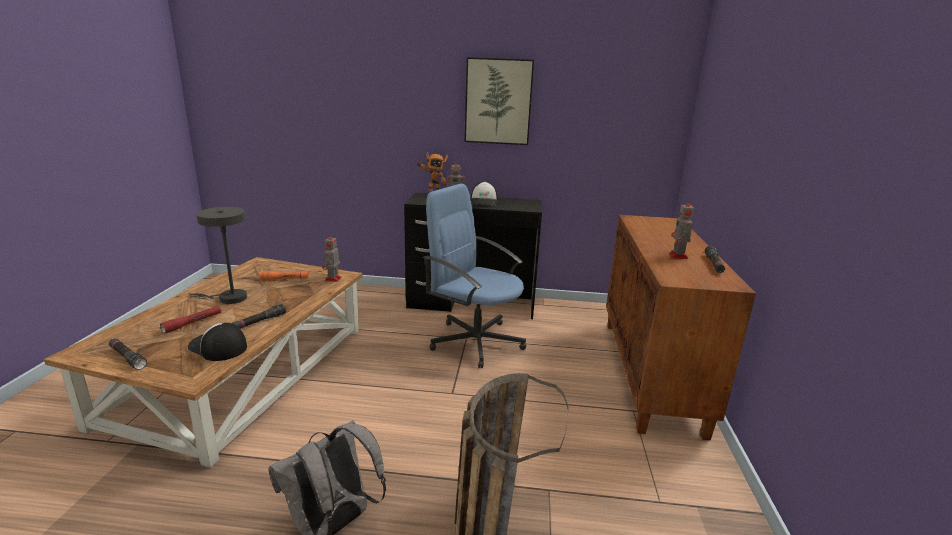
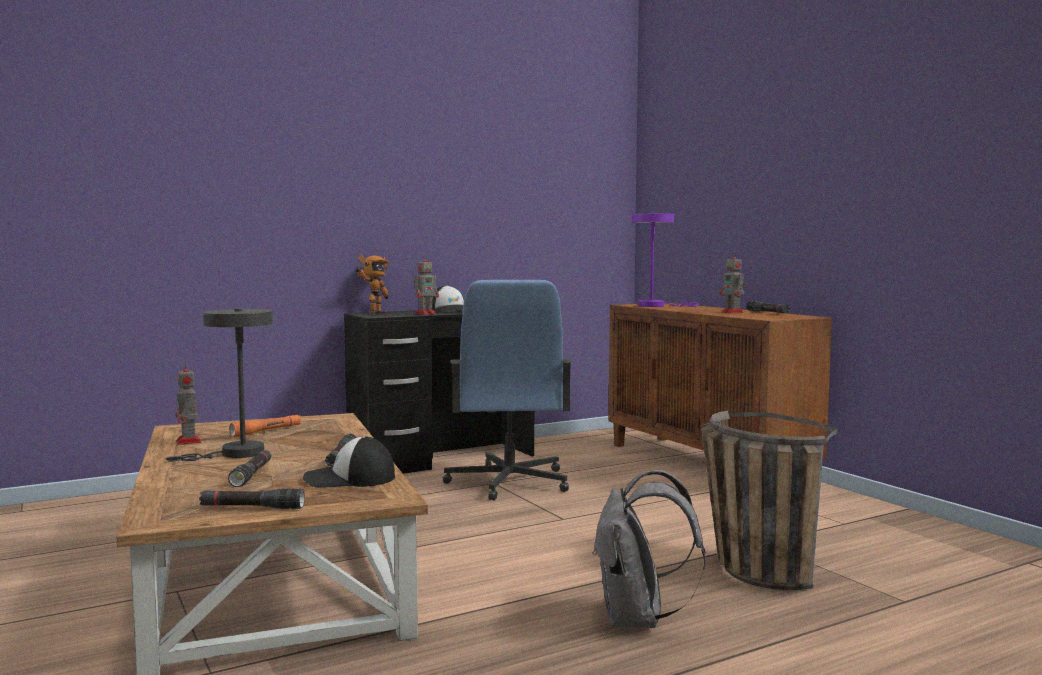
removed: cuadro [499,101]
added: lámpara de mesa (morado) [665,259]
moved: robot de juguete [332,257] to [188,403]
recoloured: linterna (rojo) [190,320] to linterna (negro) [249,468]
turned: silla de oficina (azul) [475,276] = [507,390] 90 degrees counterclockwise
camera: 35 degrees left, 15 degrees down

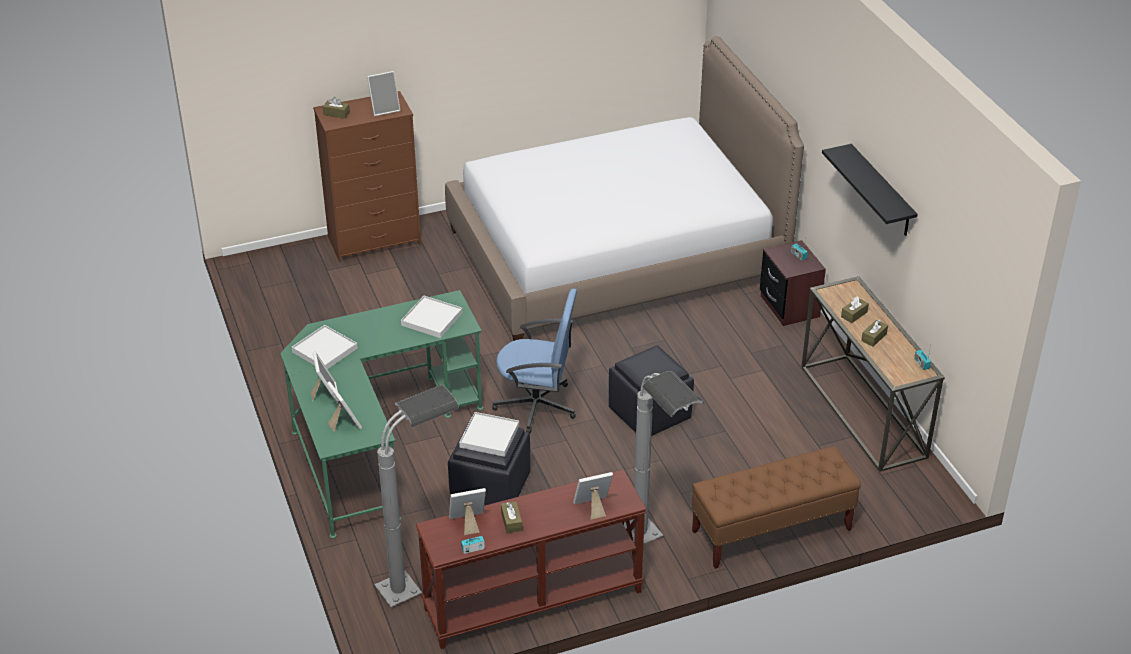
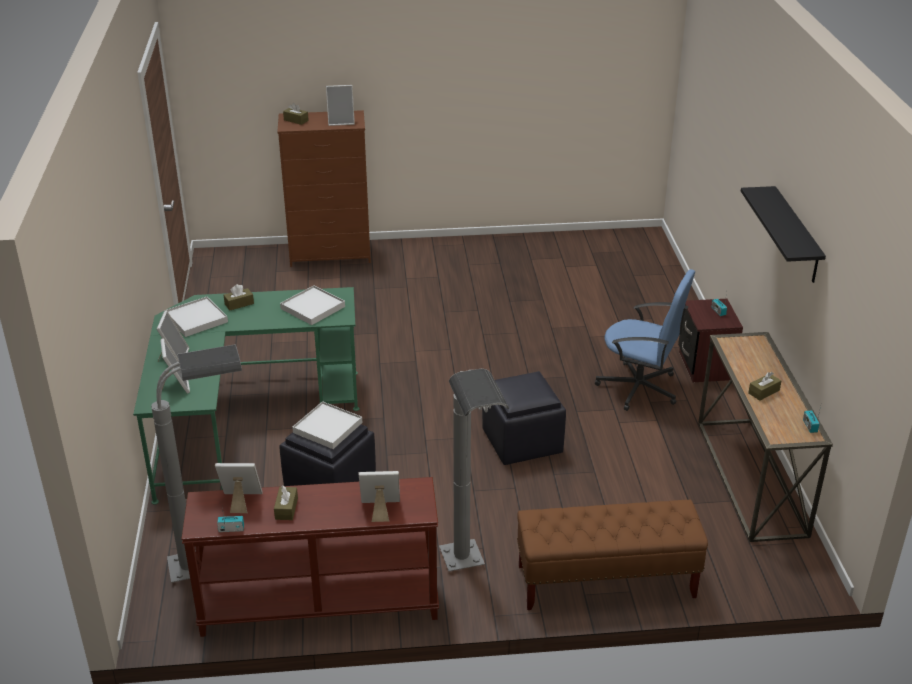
removed: cama [624,188]
moved: silla de oficina (azul) [534,360] to [645,340]; caja de pañuelos (marrón) [855,309] to [239,297]
camera: 15 degrees right, 5 degrees down

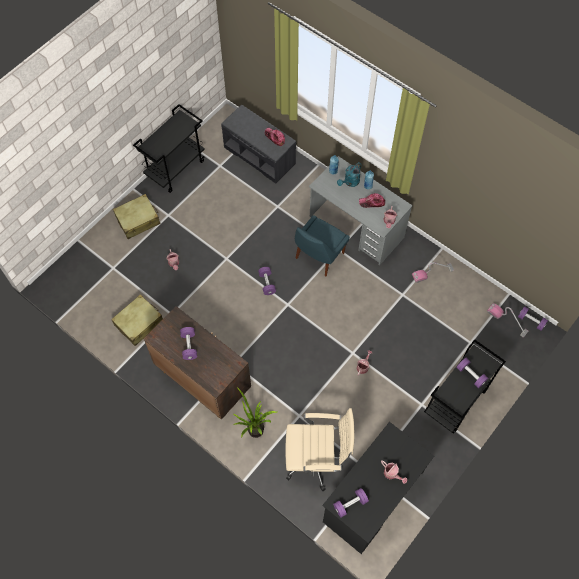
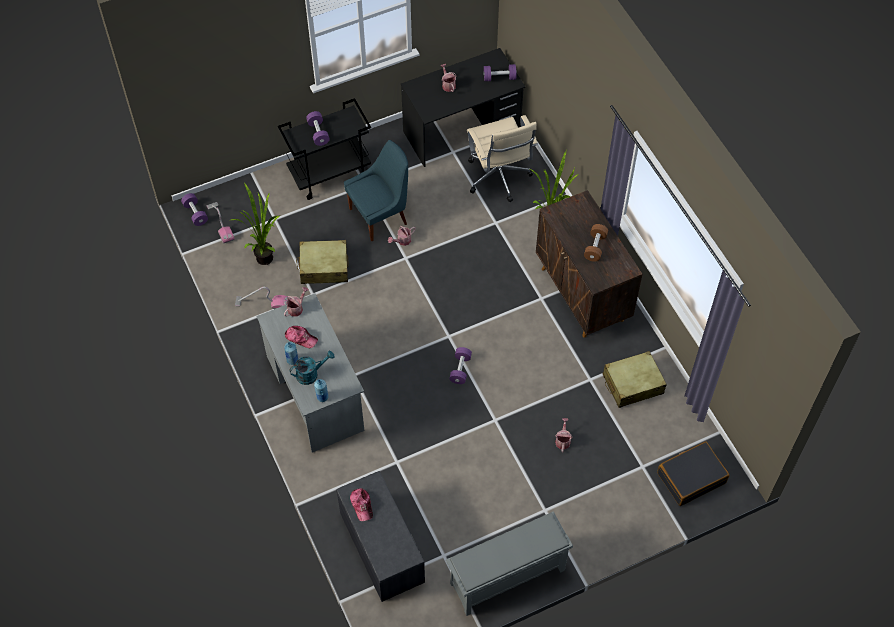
added: planta en maceta [254,224]; maleta (negro) [693,473]
moved: maleta (beis) [137,216] to [322,262]; silla (azul) [322,246] to [376,190]
replaced: carrito (negro) [169,148] to zapatero (gris) [509,563]
recoloured: mancuerna (morado) [188,343] to mancuerna (marrón) [596,243]
turned: silla de oficina (beis) [319,449] = [502,158] 135 degrees counterclockwise
camera: 155 degrees left, 5 degrees down

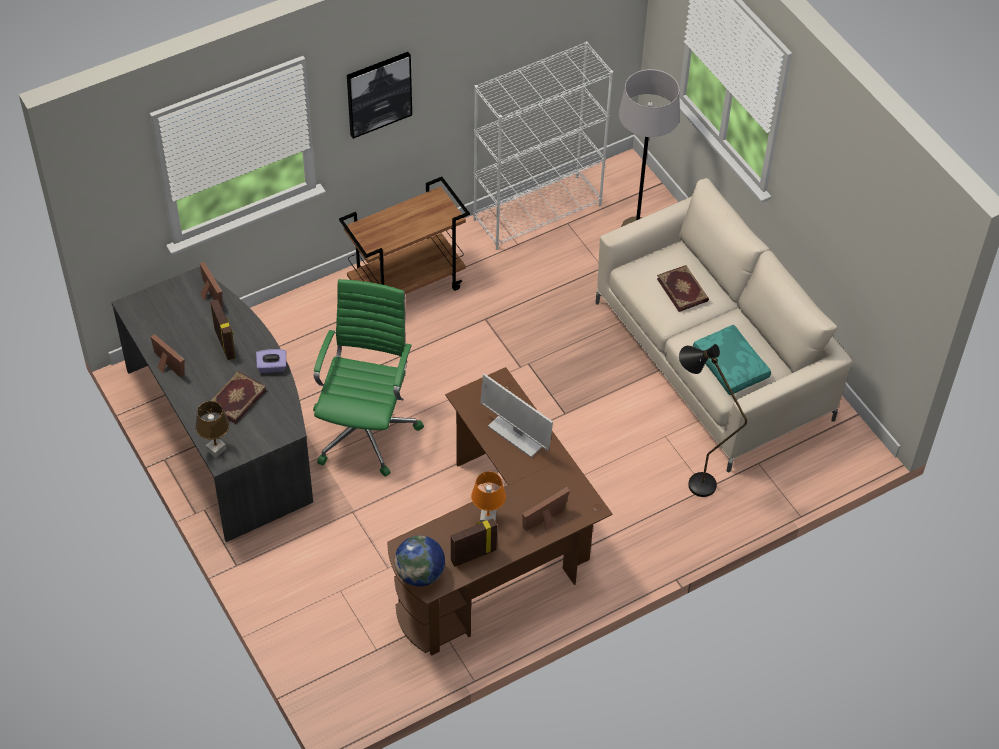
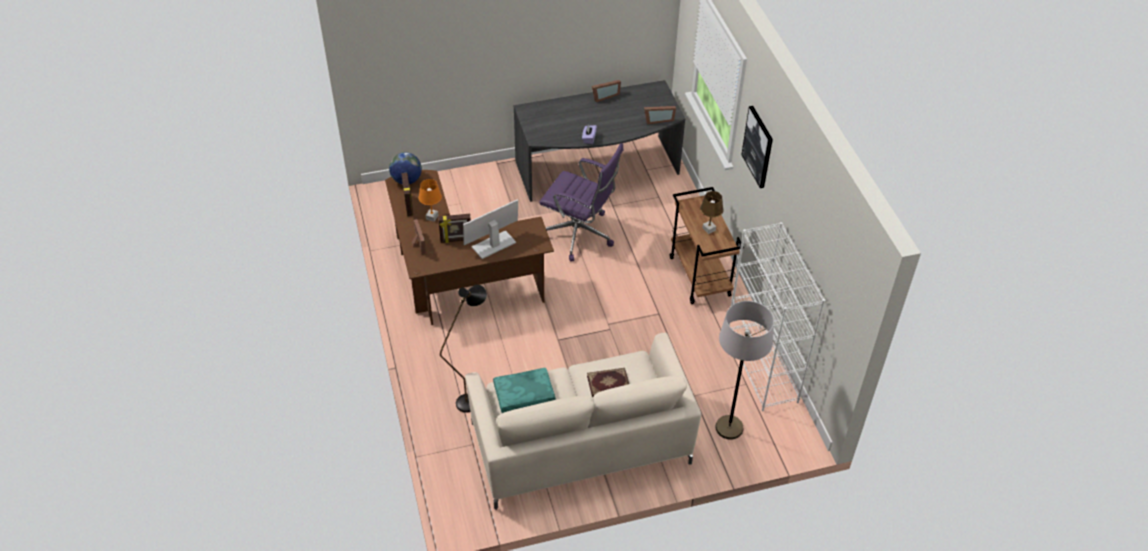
removed: libro [238,397]
moved: lámpara de mesa (marrón) [212,429] to [712,212]; portarretratos [223,330] to [454,228]
recoloured: silla de oficina (verde) [368,378] to silla de oficina (morado) [581,202]
camera: 105 degrees right, 5 degrees down

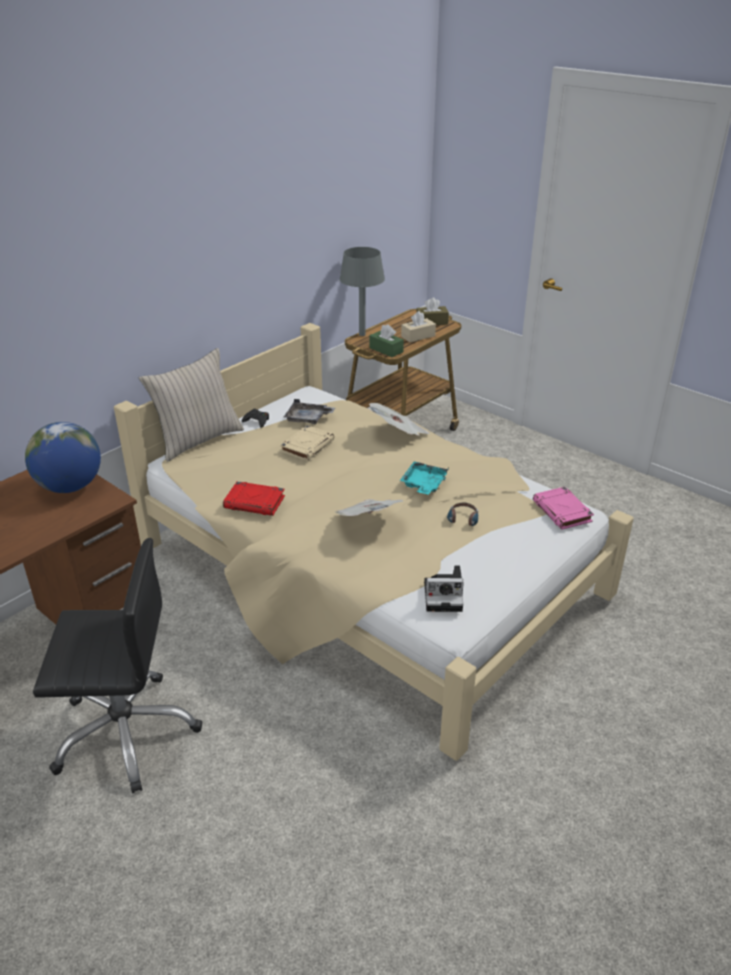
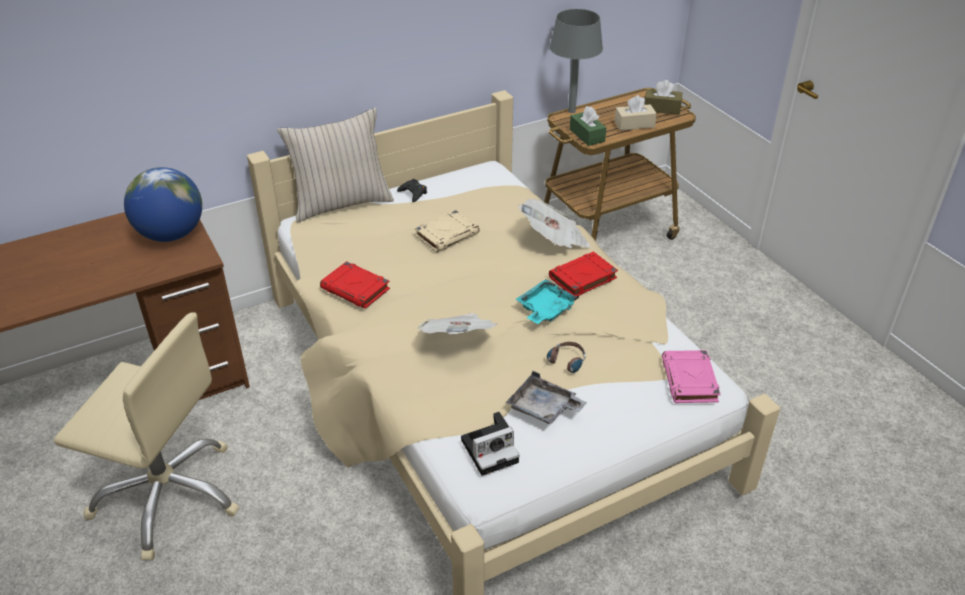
added: libro (rojo) [583,274]
moved: bandeja (gris) [309,411] to [546,397]
recoloured: silla de oficina (negro) [117,665] to silla de oficina (beis) [146,436]
turned: cámara [444,588] = [490,444] 45 degrees counterclockwise
camera: 20 degrees right, 5 degrees up

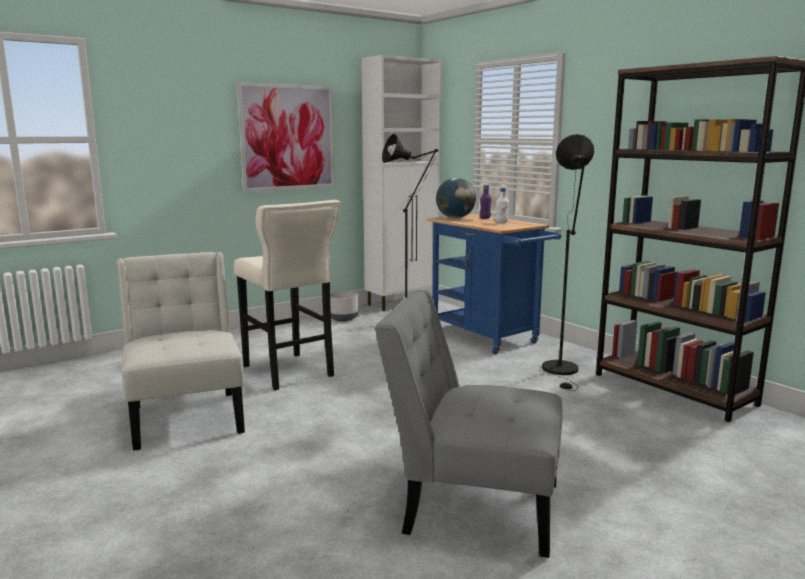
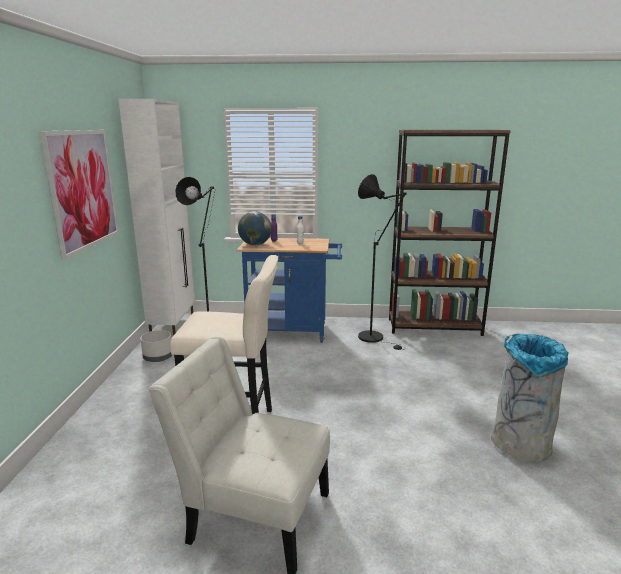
replaced: silla (gris) [468,424] to papelera (gris) [529,397]
camera: 50 degrees left, 5 degrees up

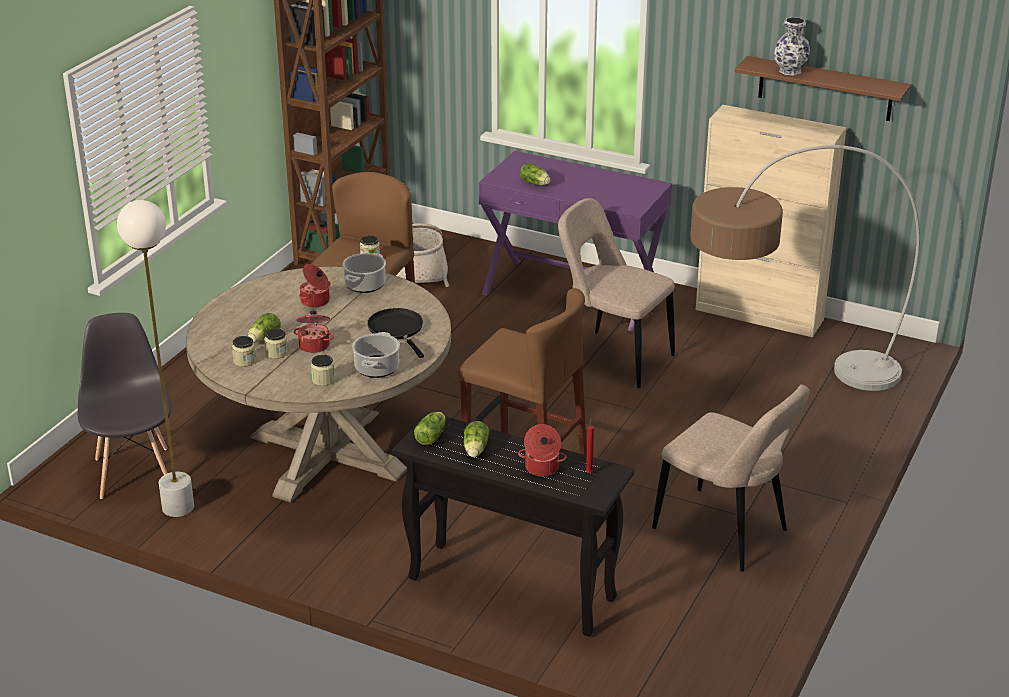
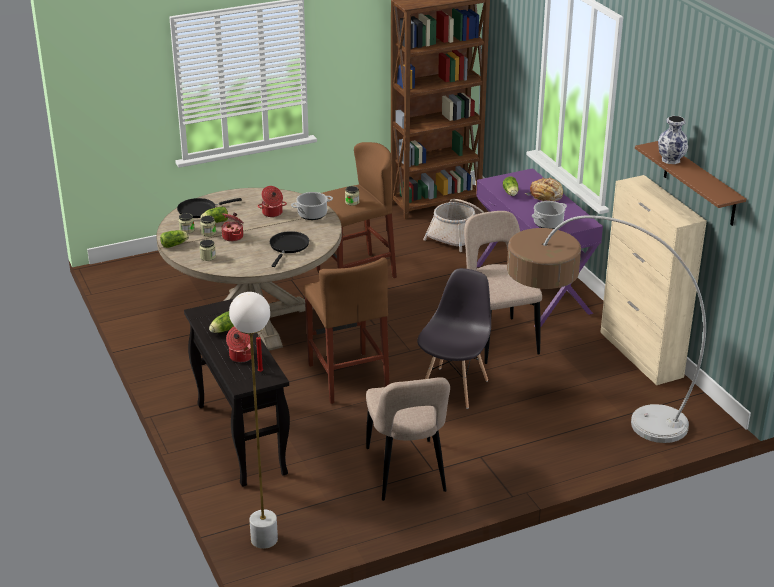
added: sartén (negro) [209,208]; pan [544,189]
moved: silla (gris) [124,406] to [454,338]; lámpara de pie (blanco) [155,358] to [253,420]; olla [376,355] to [549,215]; lechuga [430,428] to [174,239]
camera: 40 degrees right, 0 degrees up

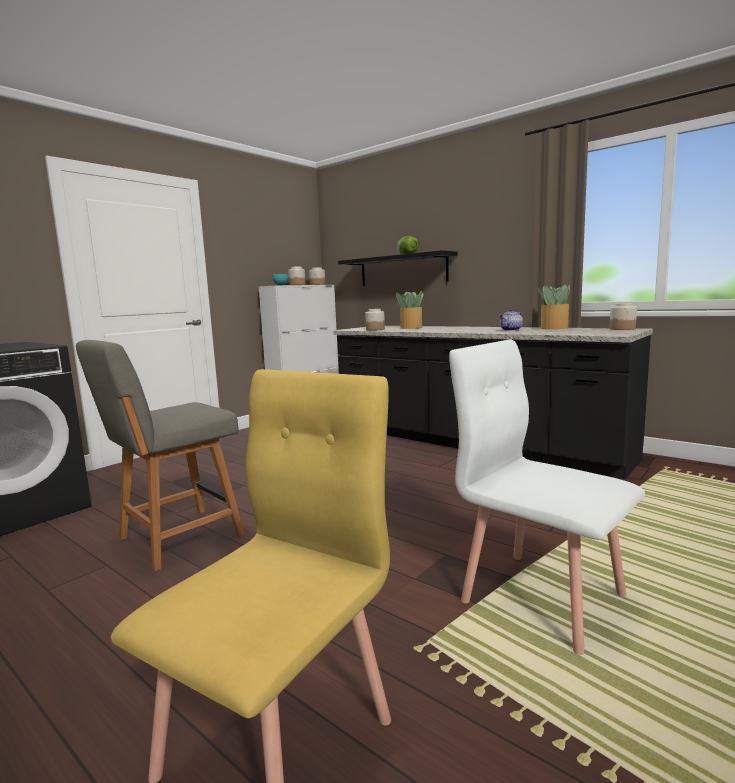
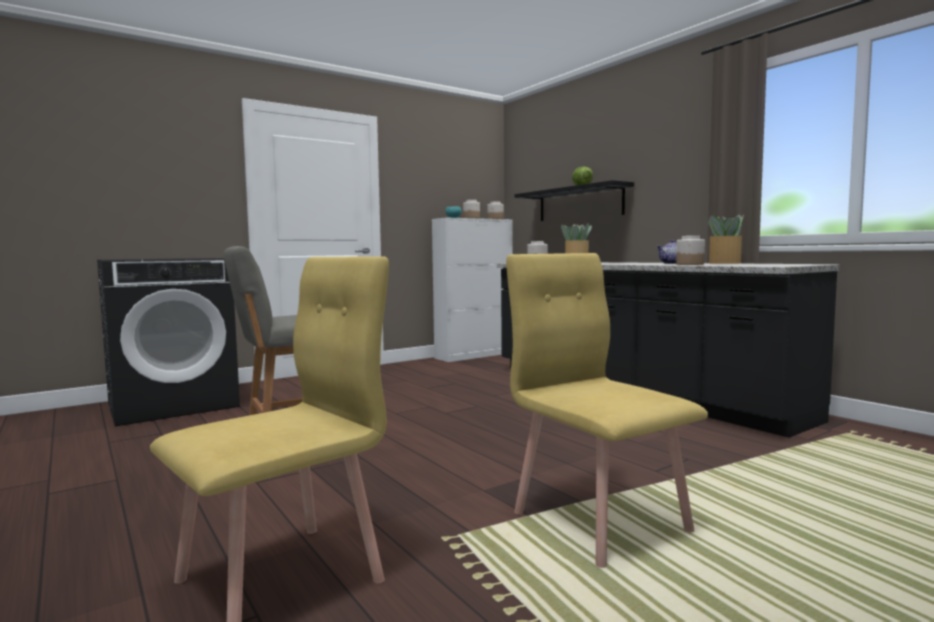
moved: tarro [623,316] to [690,250]
recoloured: silla (blanco) [547,497] to silla (amarillo) [607,410]
camera: 15 degrees right, 5 degrees down

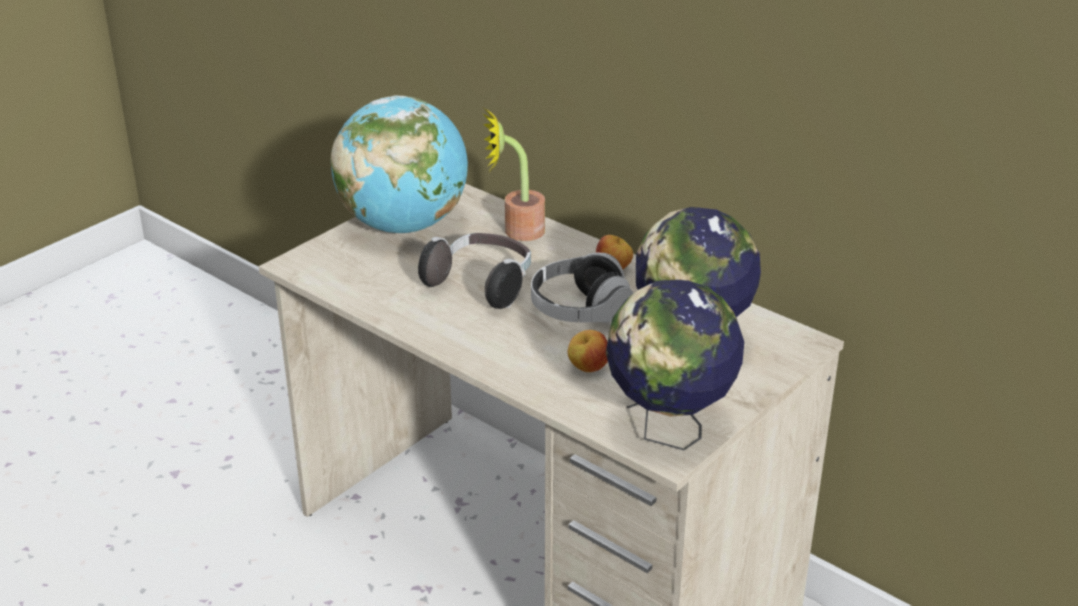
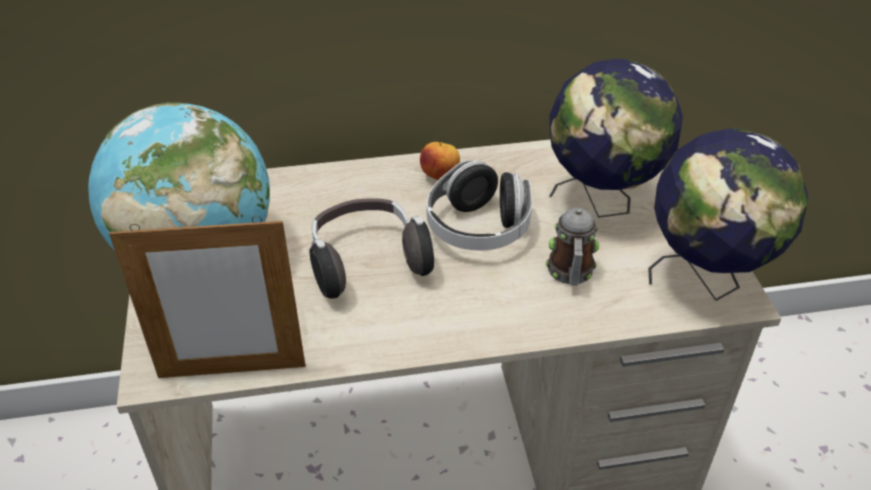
removed: planta en maceta [514,174]
added: portarretratos [207,297]
replaced: manzana [588,351] to taza grande [572,247]
camera: 50 degrees left, 10 degrees up

